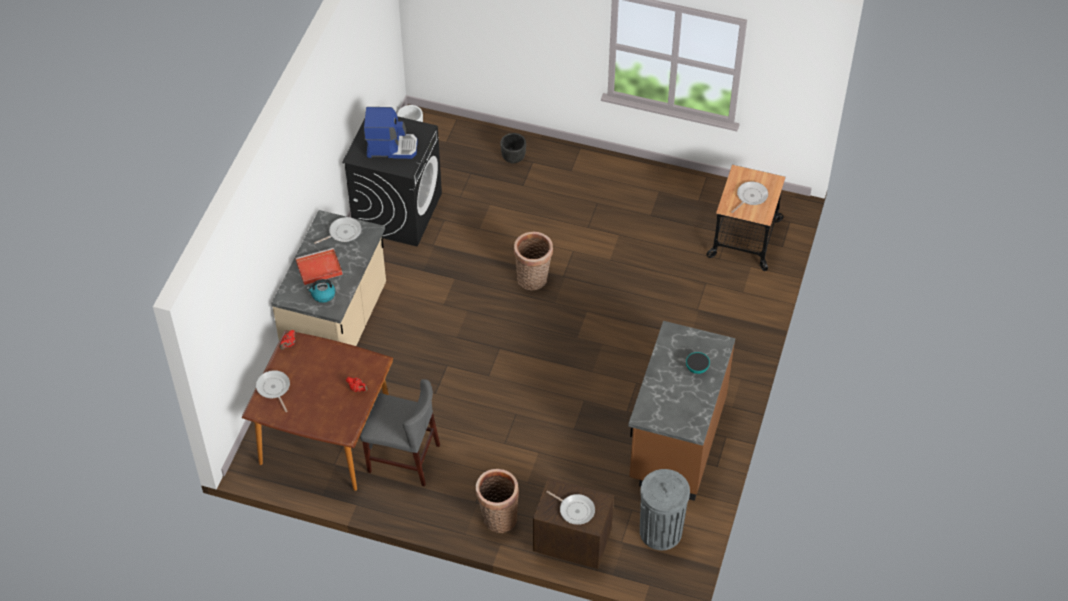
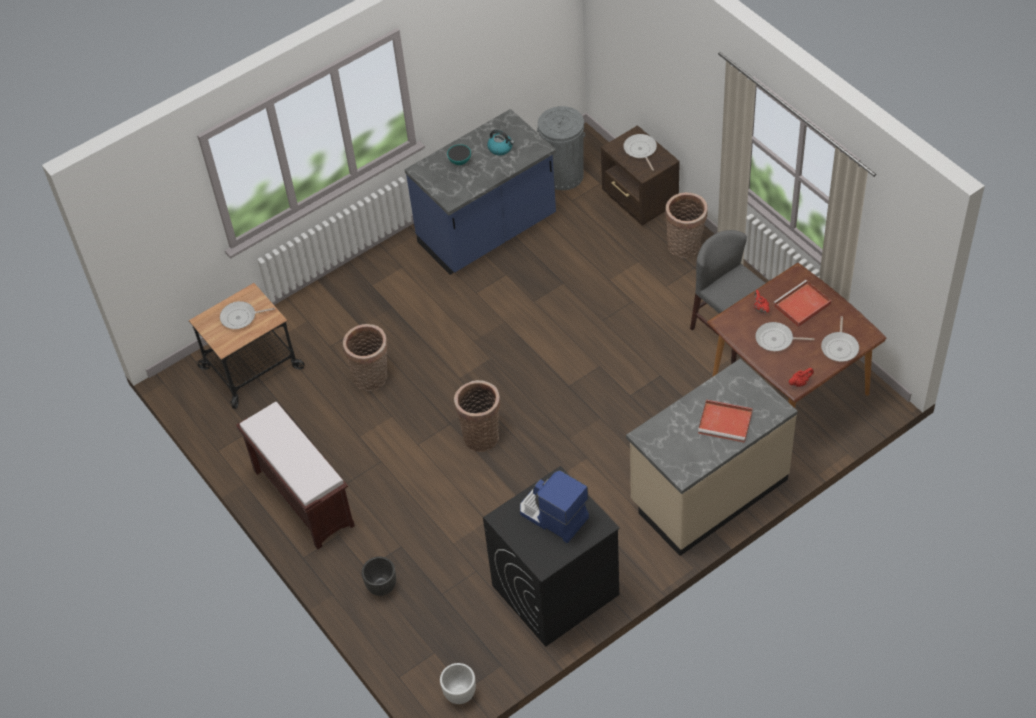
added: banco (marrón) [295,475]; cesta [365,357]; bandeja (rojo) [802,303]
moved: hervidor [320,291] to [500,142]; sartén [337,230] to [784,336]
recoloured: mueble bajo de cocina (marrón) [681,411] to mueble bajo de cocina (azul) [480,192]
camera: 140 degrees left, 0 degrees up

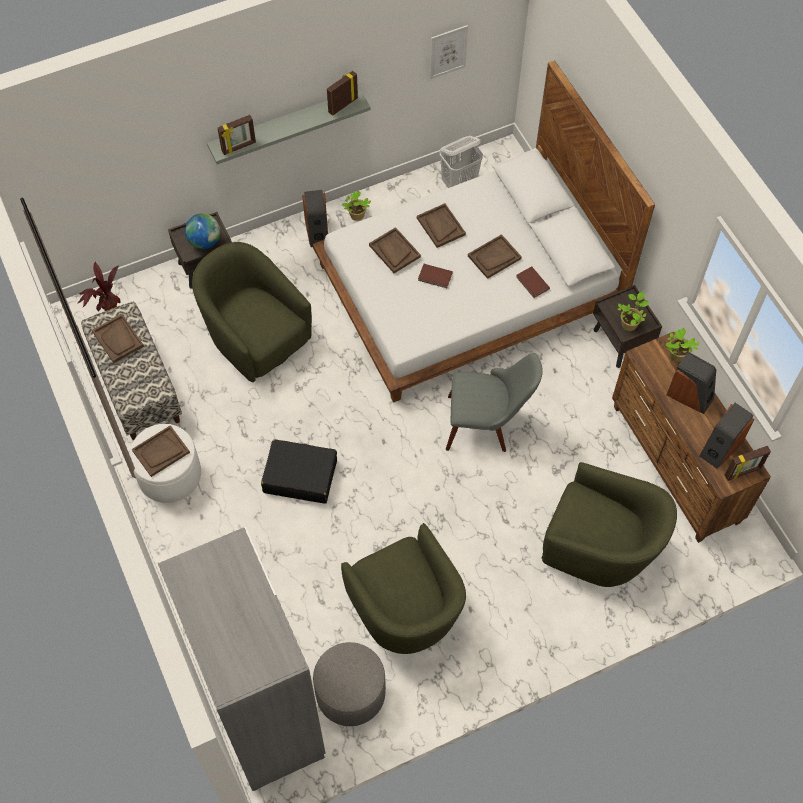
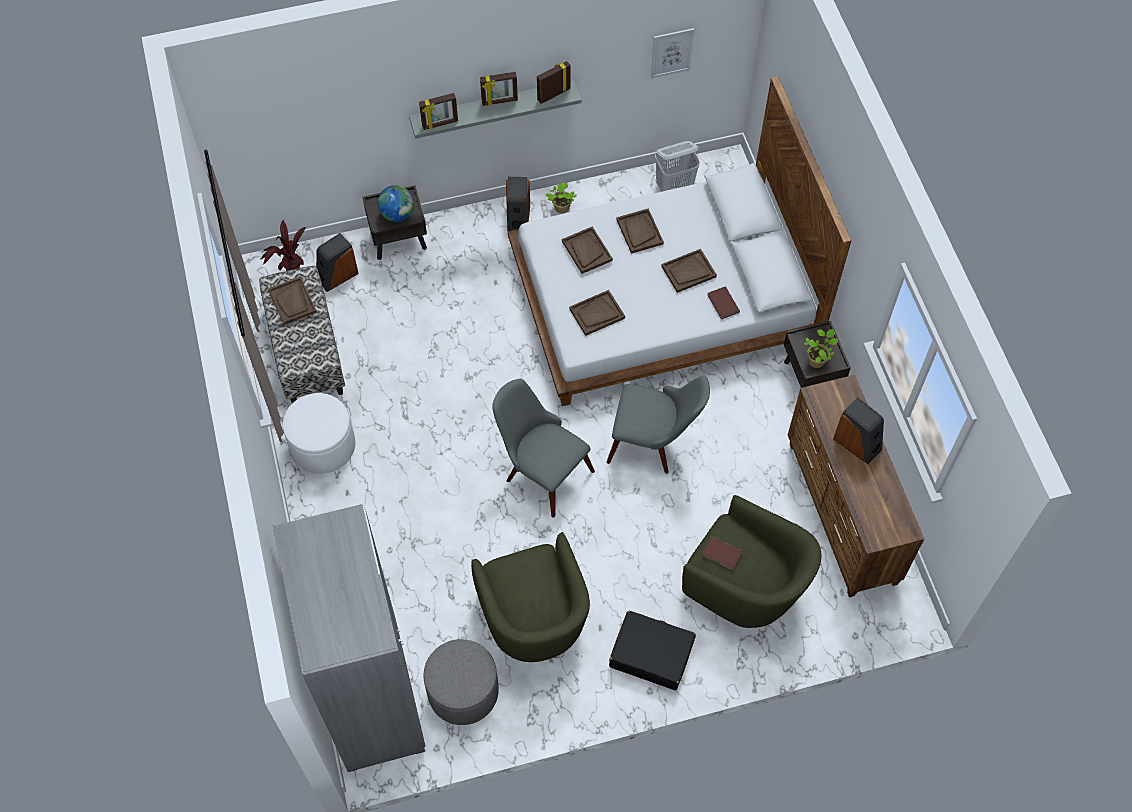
removed: sillón (verde) [252,312]; planta en maceta [682,345]
added: silla (gris) [543,448]
moved: bandeja (marrón) [161,451] to [597,313]; maleta (negro) [299,471] to [652,650]; libro (marrón) [435,276] to [722,553]; altavoz [726,436] to [337,262]; portarretratos [748,463] to [499,89]
camera: 10 degrees right, 0 degrees up

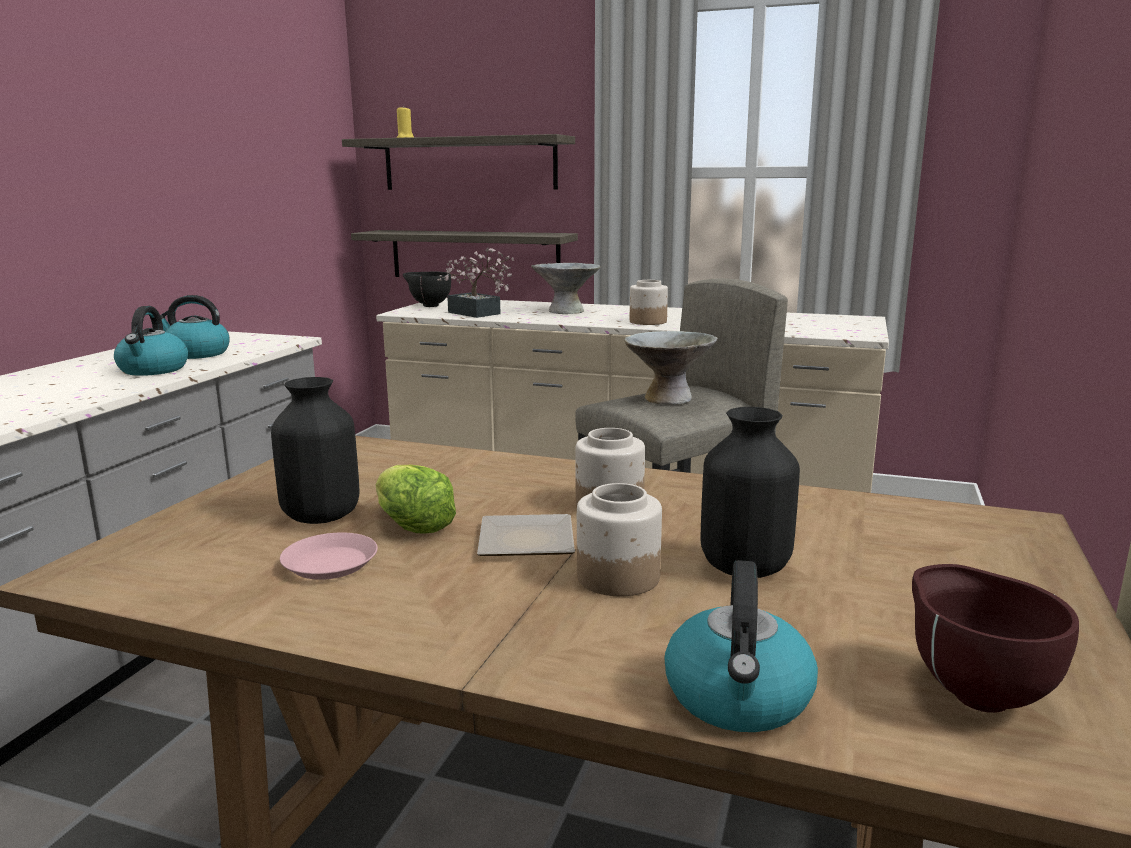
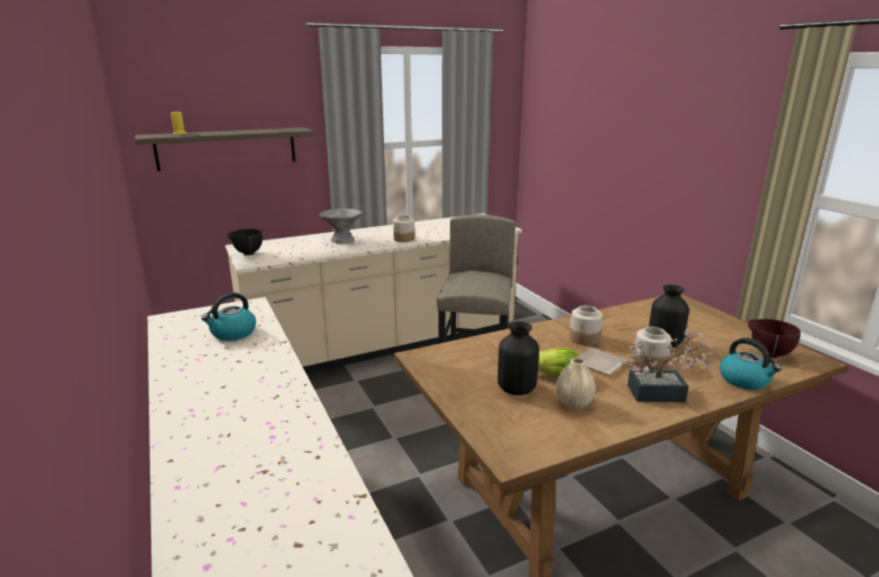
removed: hervidor [151,341]; estante [464,253]; cuenco (gris) [671,367]
moved: planta en maceta [476,283] to [667,366]
replaced: plato (rosa) [329,556] to florero (beis) [575,383]
camera: 45 degrees left, 5 degrees up

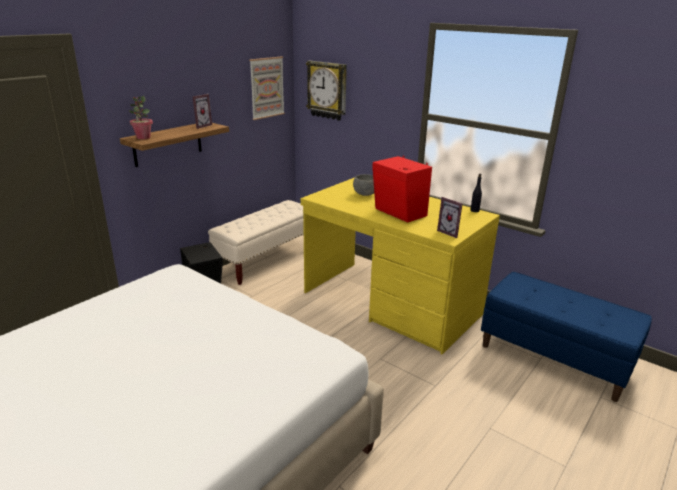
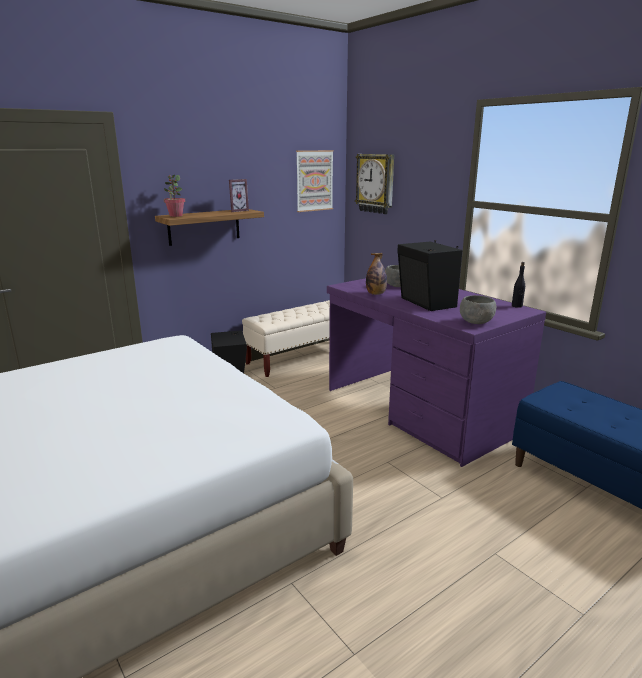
added: botella [376,274]
replaced: portarretratos [450,217] to cuenco (gris) [478,309]
recoloured: escritorio (amarillo) [400,266] to escritorio (morado) [436,372]; altavoz (rojo) [402,189] to altavoz (negro) [429,275]
camera: 15 degrees right, 5 degrees down

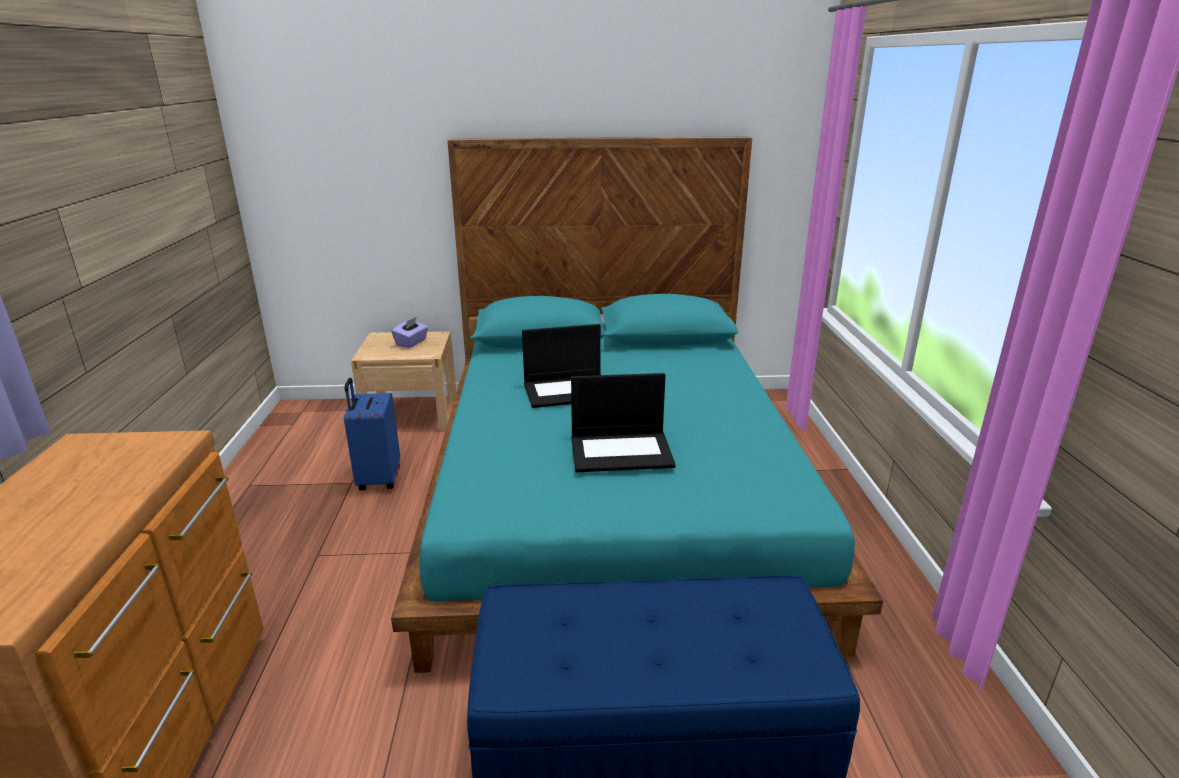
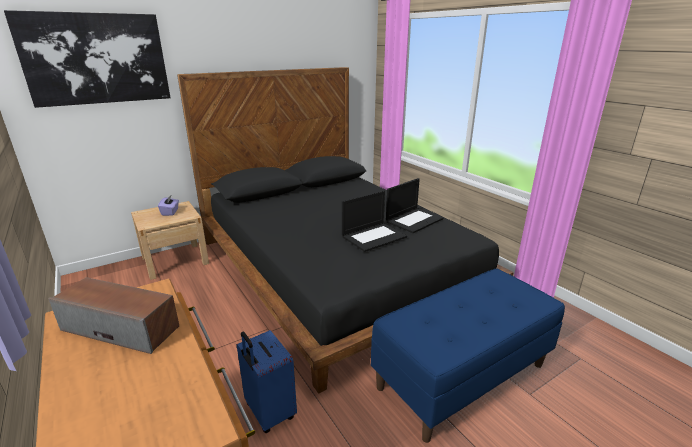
added: cuadro [87,59]; altavoz [114,315]
moved: maleta (azul) [372,434] to [267,381]; portátil [561,366] to [415,205]
recoloured: cama (turquesa) [637,405] to cama (negro) [345,230]
camera: 30 degrees left, 0 degrees up

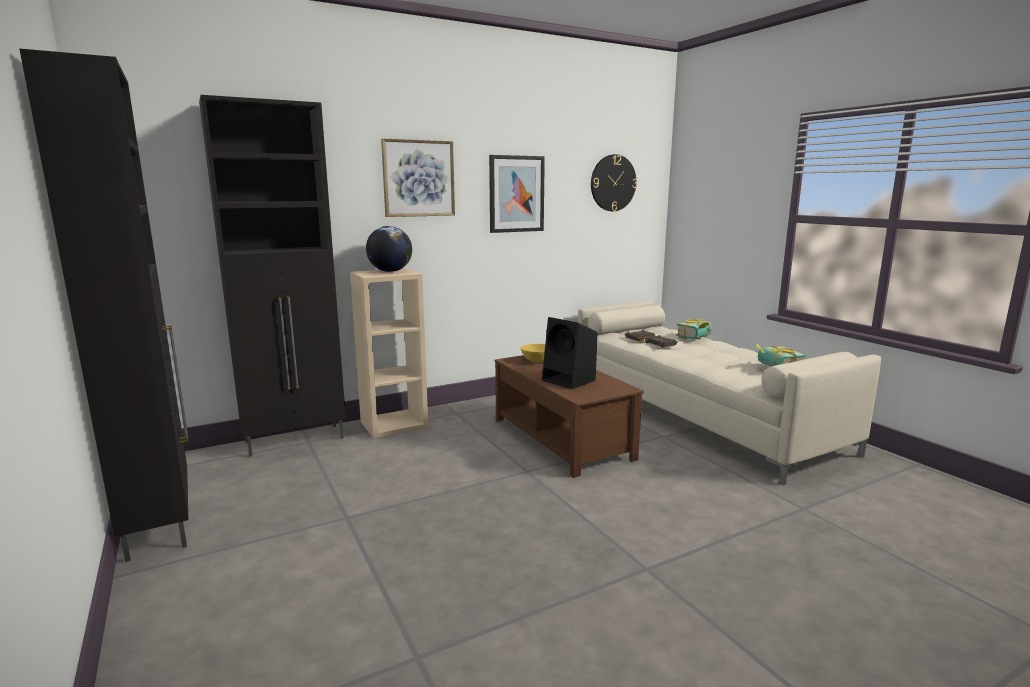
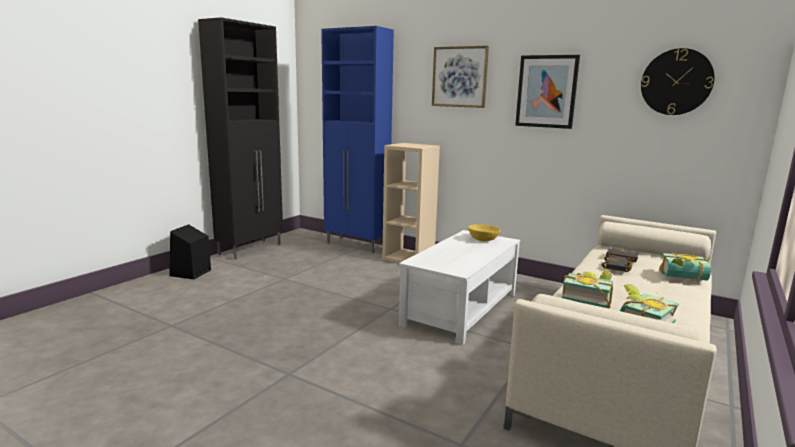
removed: globo terráqueo [389,249]
added: libro [587,288]
moved: altavoz (negro) [569,353] to [190,251]
recoloured: armario (negro) [272,276] to armario (azul) [357,139]; mesa de centro (marrón) [569,416] to mesa de centro (blanco) [459,287]
camera: 60 degrees right, 0 degrees up

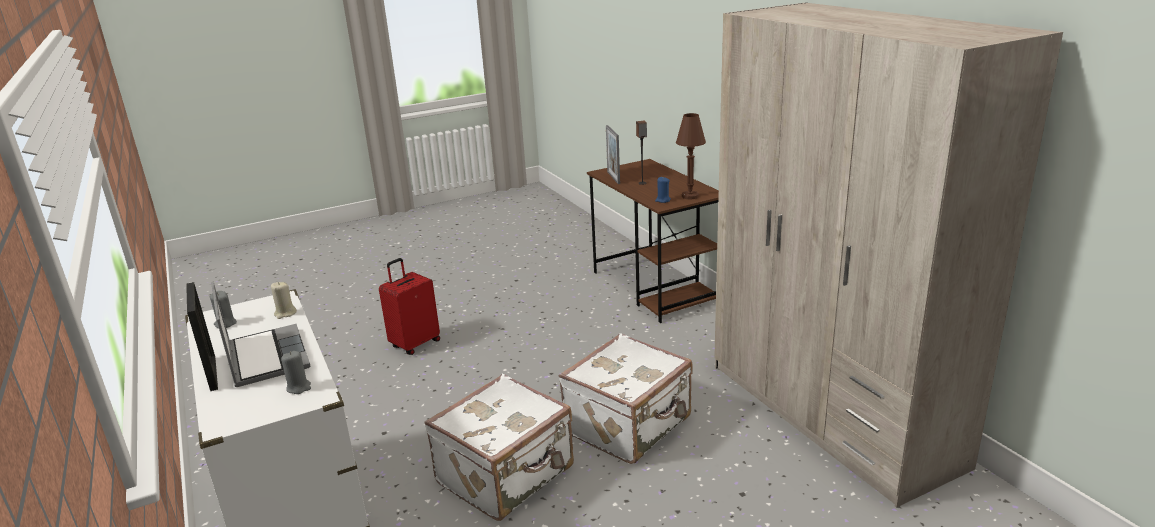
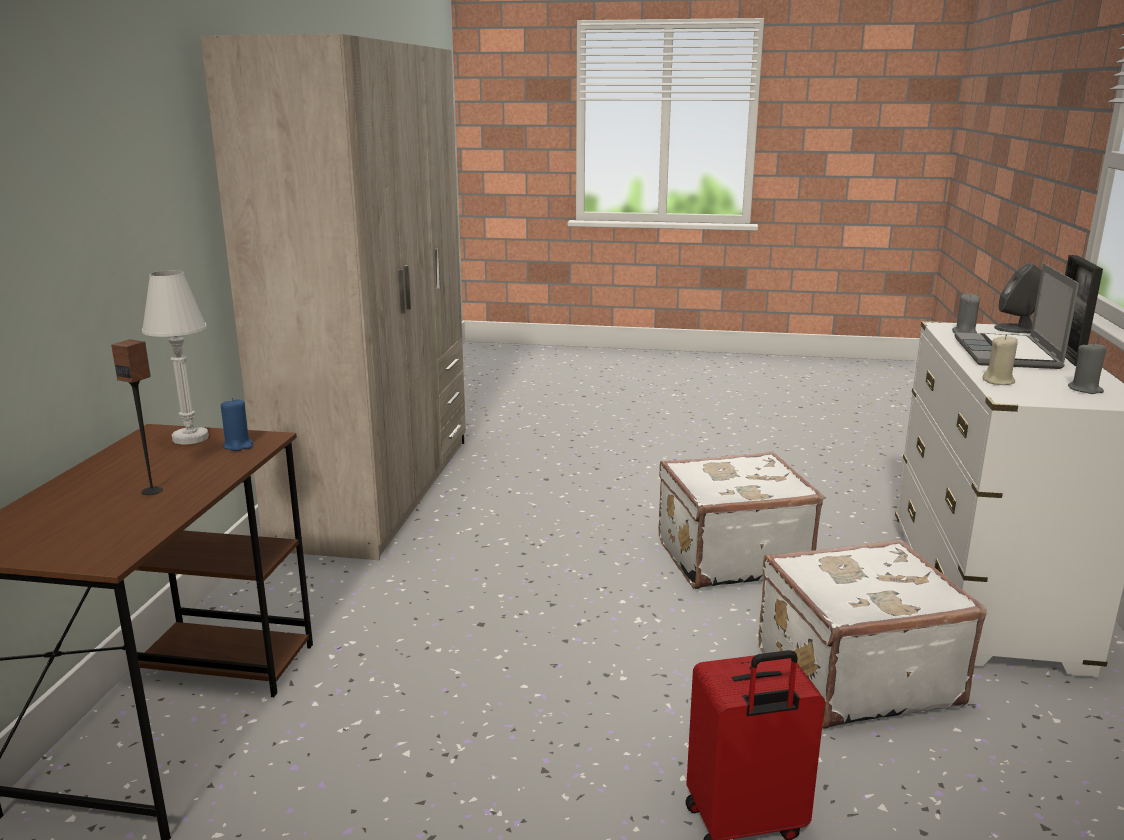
removed: portarretratos [613,154]
added: altavoz (gris) [1018,298]
moved: maleta (blanco) [625,398] to [872,634]
recoloured: lámpara de mesa (marrón) [691,156] to lámpara de mesa (blanco) [175,357]
camera: 145 degrees left, 5 degrees down

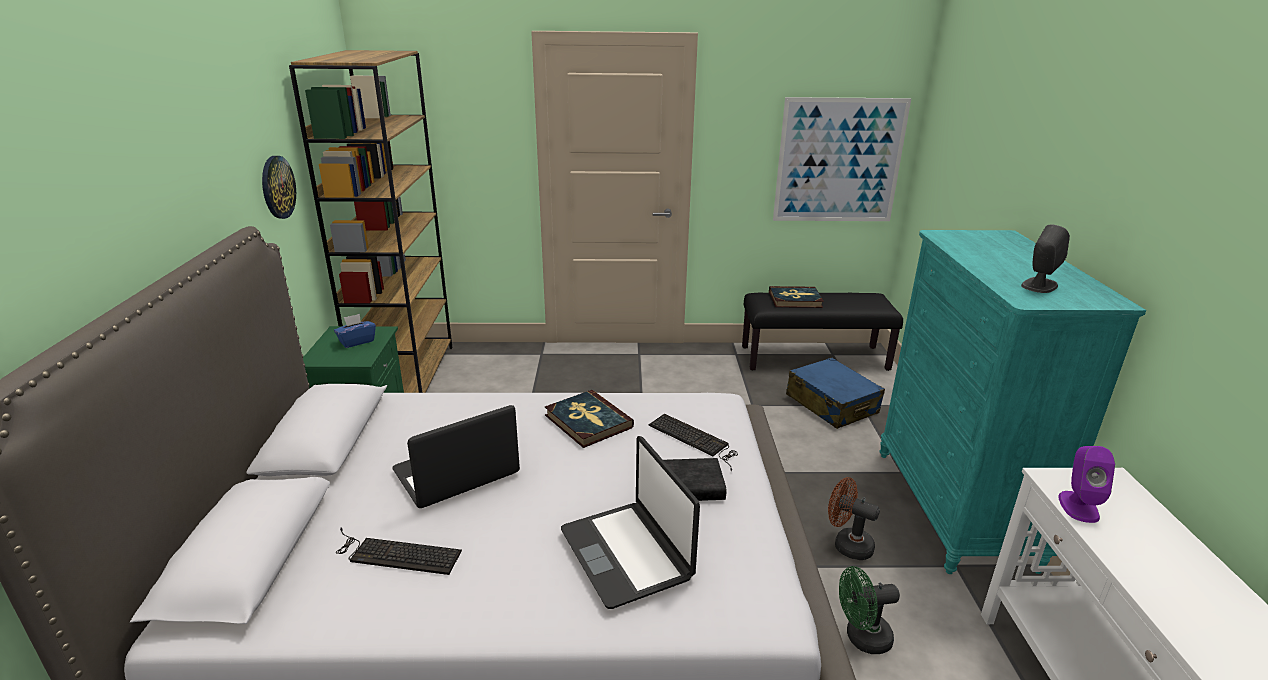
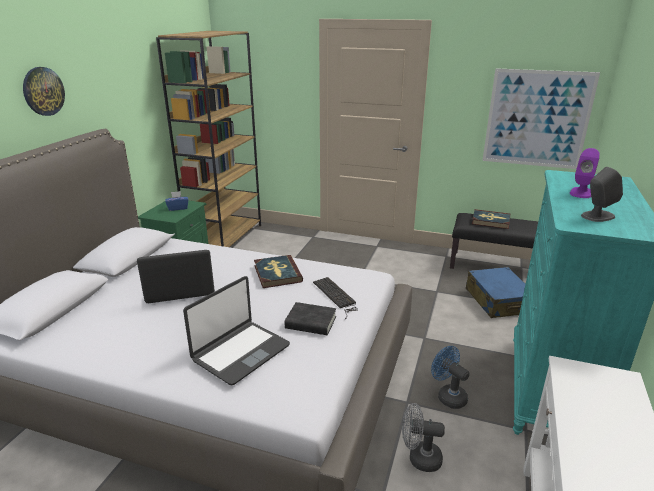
removed: teclado [399,551]
moved: reloj de pared [279,187] to [44,91]; altavoz (morado) [1086,484] to [585,173]
recoloured: ventilador (marrón) [854,518] to ventilador (azul) [450,377]; ventilador (verde) [869,610] to ventilador (gris) [423,437]
turned: portátil [630,522] = [236,330] 135 degrees counterclockwise
camera: 20 degrees right, 0 degrees up

